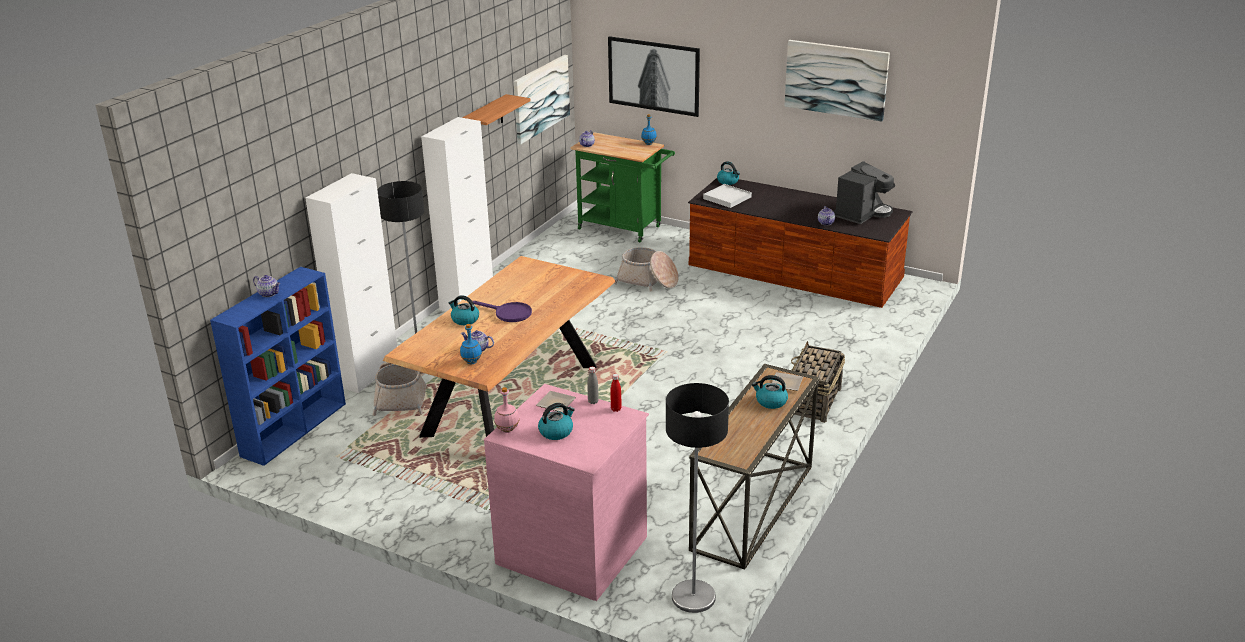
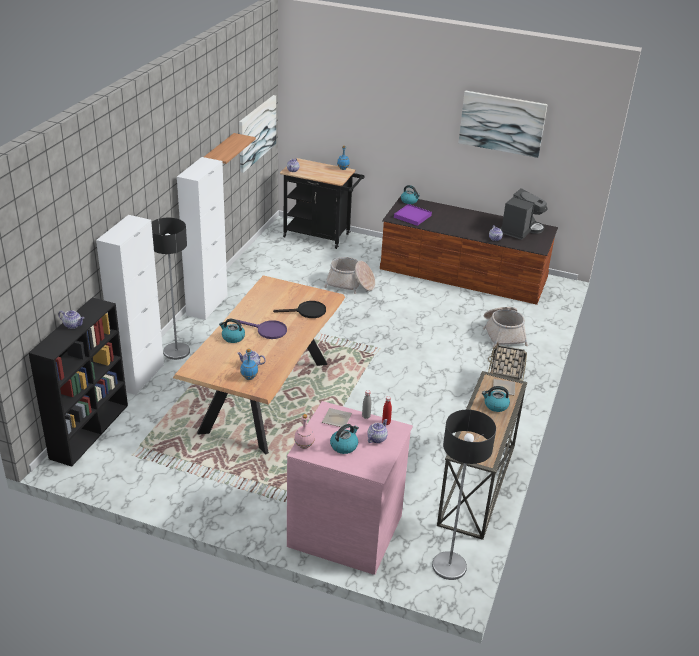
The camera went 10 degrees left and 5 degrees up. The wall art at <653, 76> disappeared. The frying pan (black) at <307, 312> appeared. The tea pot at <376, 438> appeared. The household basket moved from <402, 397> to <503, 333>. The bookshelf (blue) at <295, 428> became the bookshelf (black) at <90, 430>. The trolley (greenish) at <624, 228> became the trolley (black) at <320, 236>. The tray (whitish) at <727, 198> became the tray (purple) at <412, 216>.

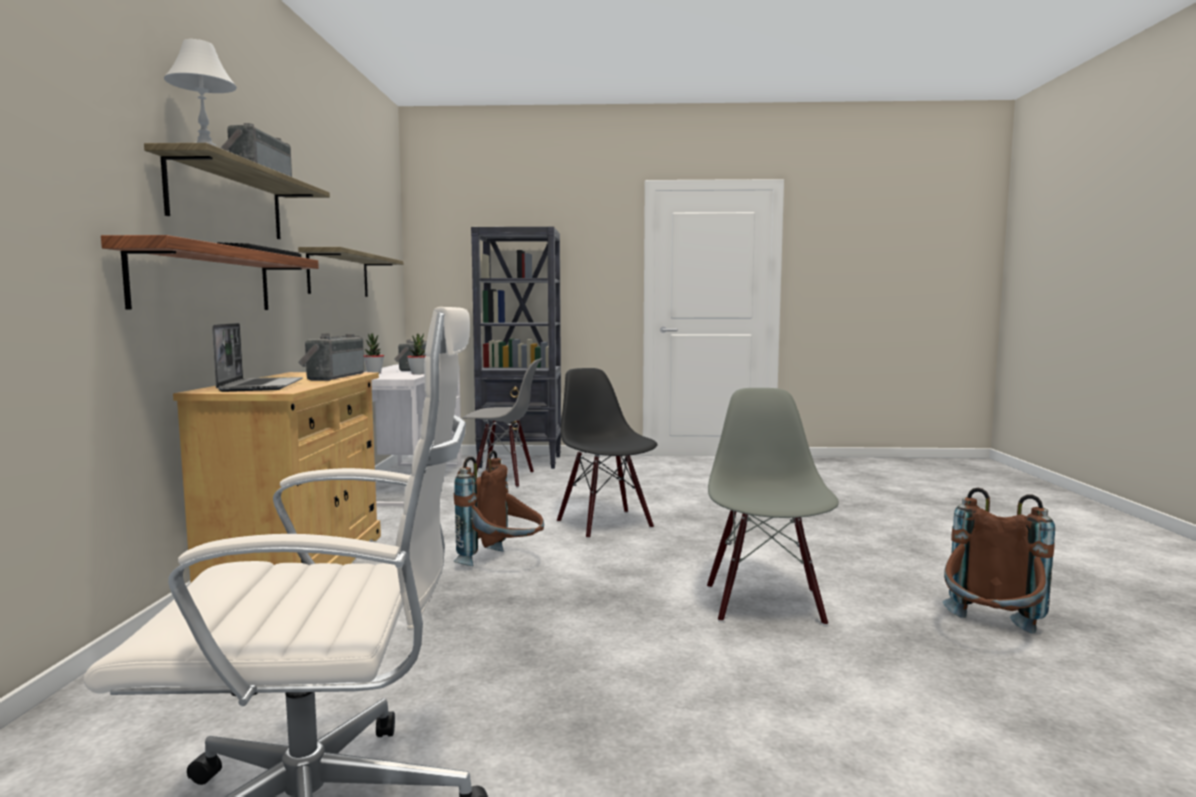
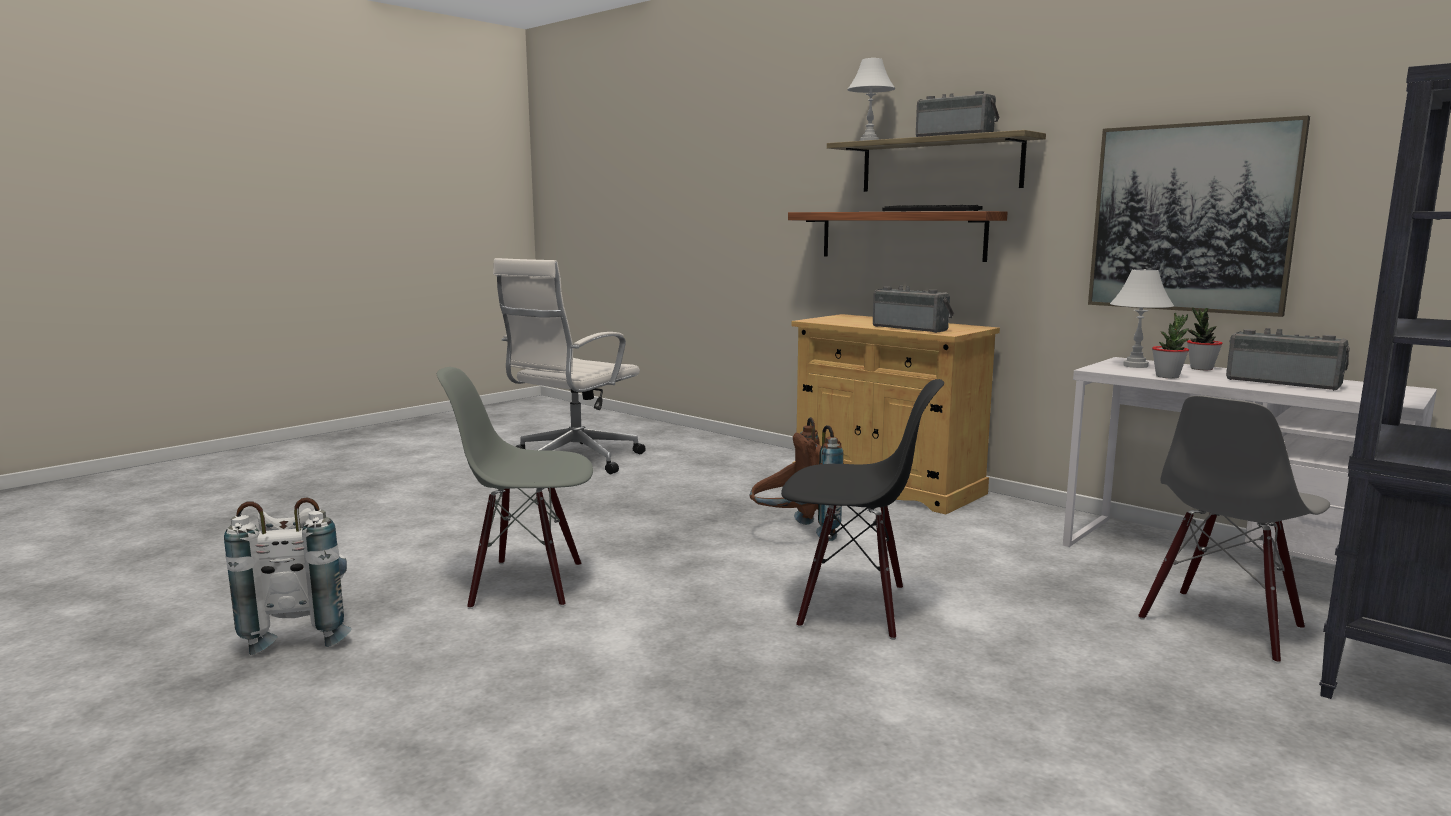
The camera went 130 degrees right and 5 degrees up. The notebook computer at <260, 386> disappeared. The tabletop lamp (whitish) at <1135, 366> appeared. The wall shelf at <339, 275> was replaced by the wall art at <1191, 218>. The backpack (brown) at <990, 634> became the backpack (whitish) at <300, 632>. The plain chair (gray) at <765, 604> turned 135 degrees clockwise.

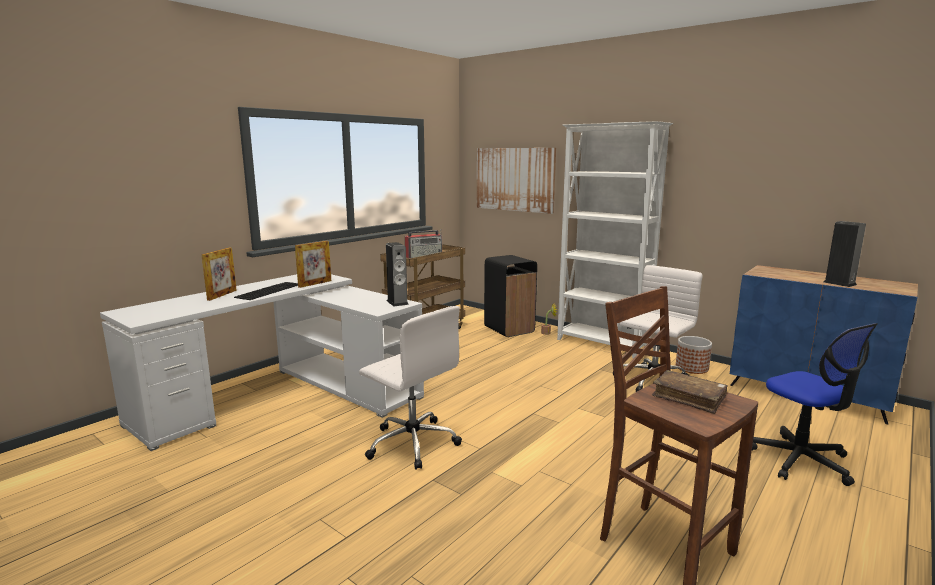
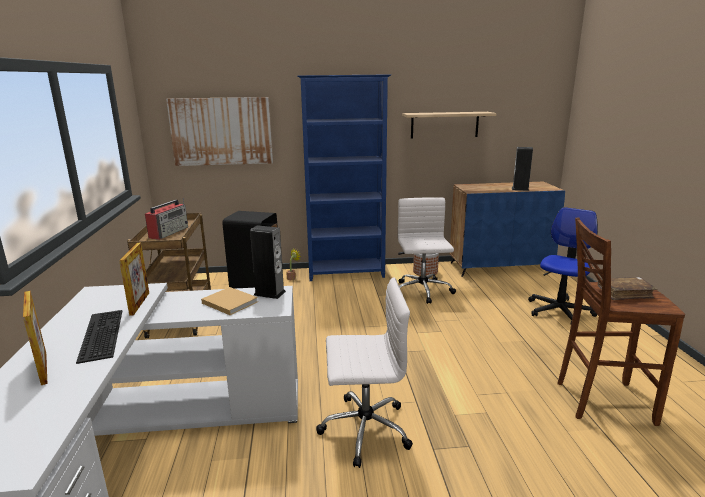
The camera went 45 degrees left and 5 degrees up. The volume (beige) at <229, 302> appeared. The wall shelf at <444, 125> appeared. The bookshelf (whitish) at <602, 344> became the bookshelf (blue) at <346, 273>. The desk chair at <800, 460> turned 75 degrees counterclockwise.

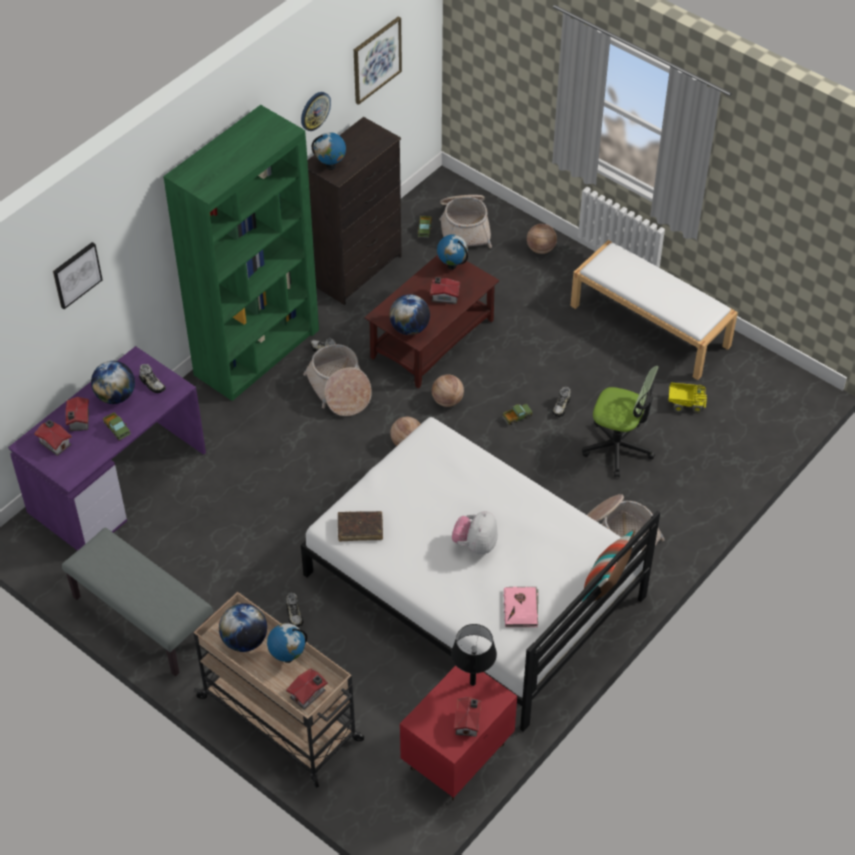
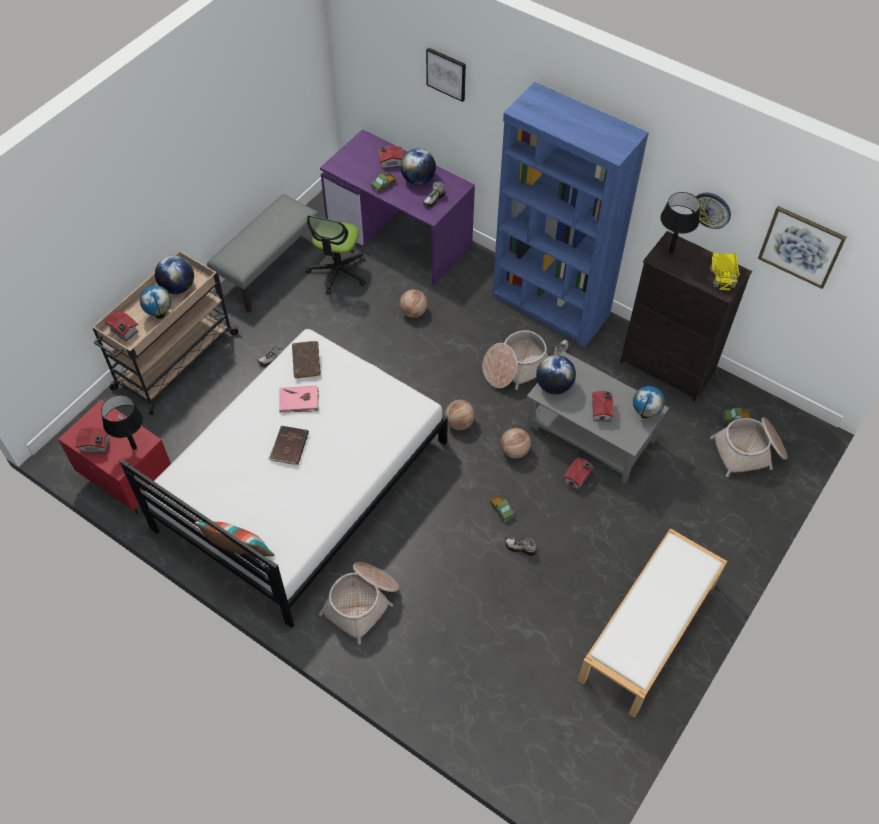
The camera went 85 degrees right and 5 degrees up. The miniature house moved from <55, 443> to <578, 478>. The volume (pink) moved from <521, 608> to <299, 401>. The basketball moved from <540, 249> to <413, 312>. The desk chair moved from <618, 447> to <338, 272>. The model truck moved from <685, 403> to <722, 276>. The desk globe at <330, 166> was replaced by the tabletop lamp (black) at <670, 252>. The plush toy at <475, 545> was replaced by the volume (brown) at <289, 446>. The bookshelf (greenish) at <257, 352> became the bookshelf (blue) at <550, 306>. The coffee table (brown) at <432, 338> became the coffee table (gray) at <591, 434>.

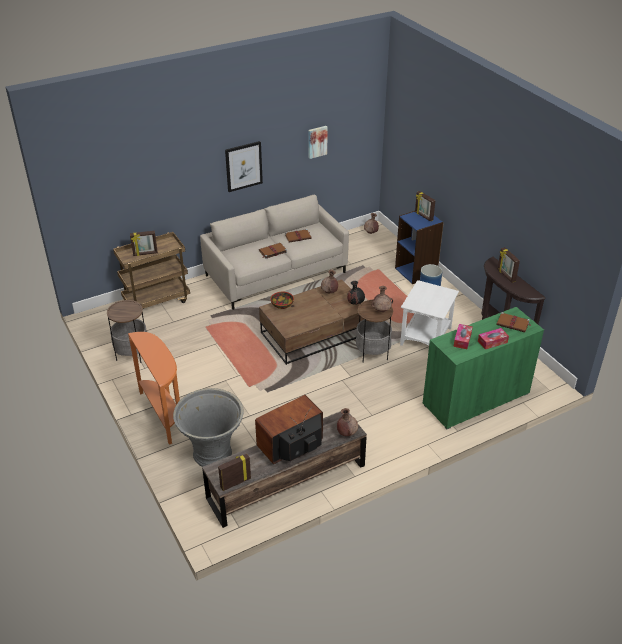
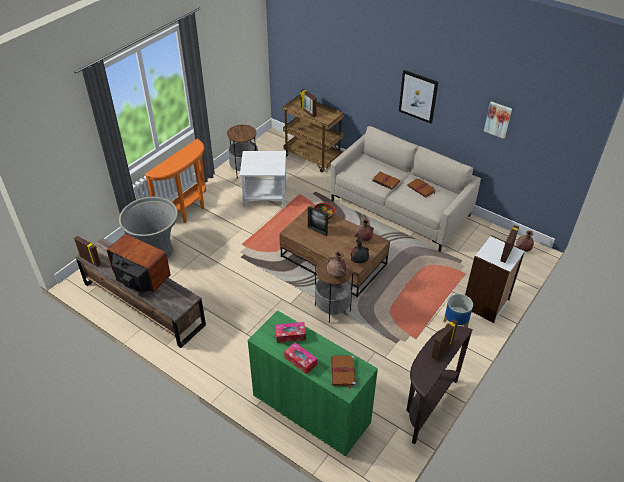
The camera went 65 degrees right and 5 degrees up. The decorative vase (brown) at <346, 432> disappeared. The standing frame at <317, 231> appeared. The end table (whitish) moved from <425, 336> to <265, 196>. The bookshelf (blue) at <416, 271> became the bookshelf (whitish) at <486, 304>.

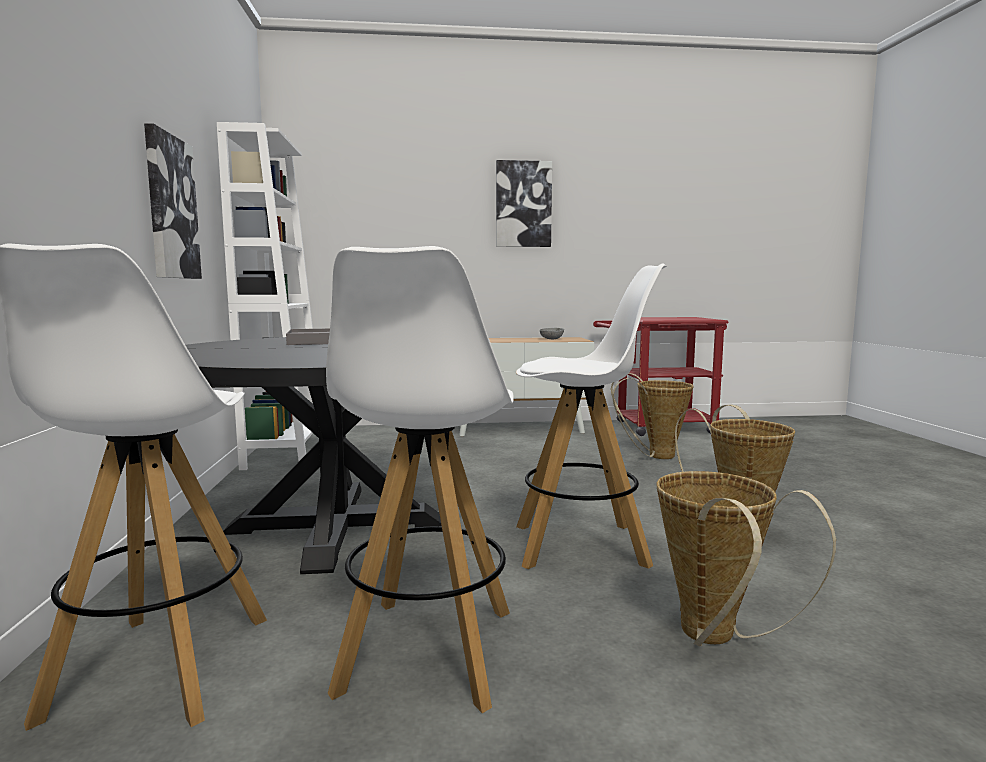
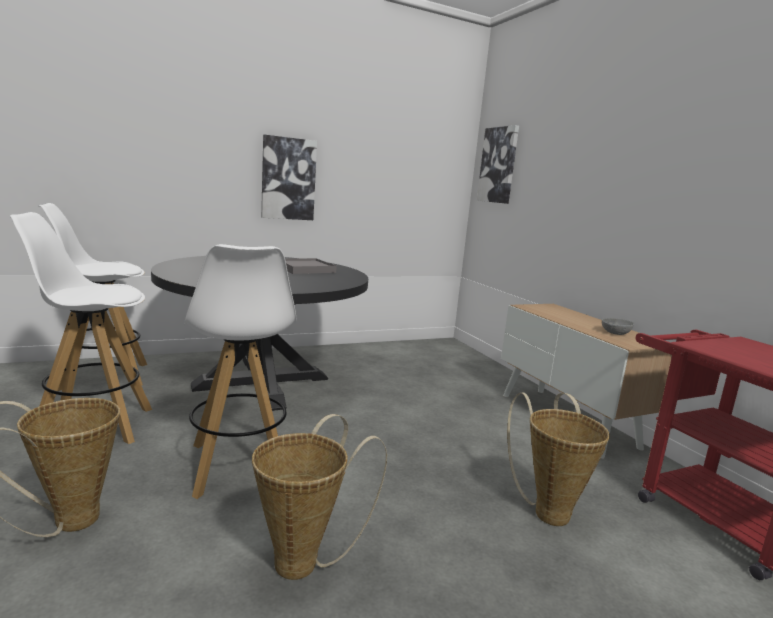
The camera went 70 degrees right and 5 degrees up. The bookshelf (whitish) at <286, 454> disappeared. The wall art moved from <523, 204> to <498, 165>.

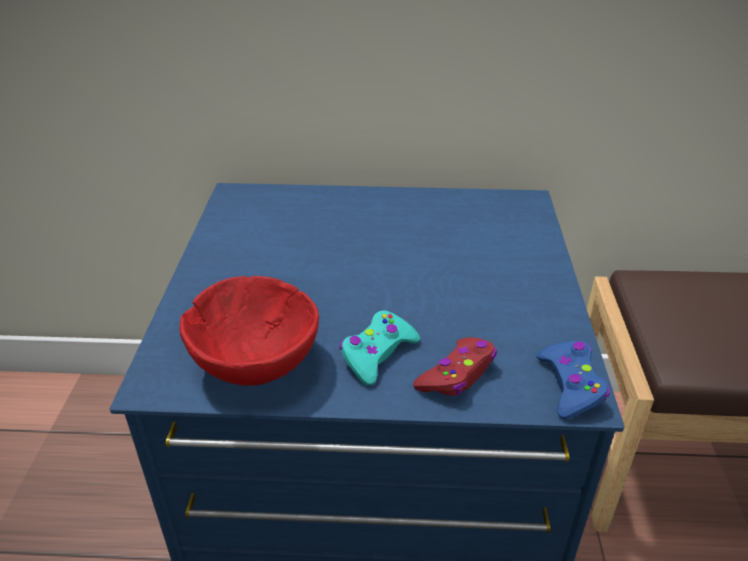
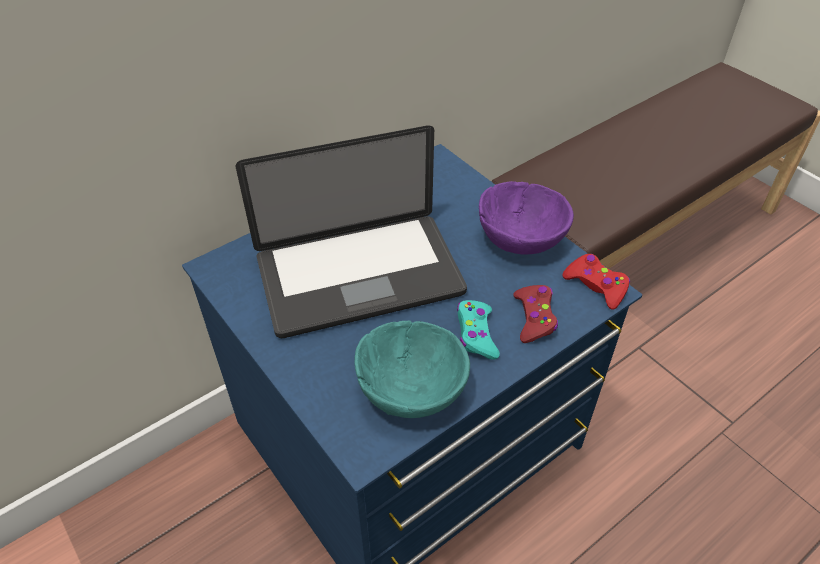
The camera went 40 degrees left and 10 degrees up. The notebook computer at <359, 276> appeared. The serving bowl (purple) at <519, 240> appeared. The serving bowl (red-coloured) at <254, 363> became the serving bowl (blue-green) at <409, 392>. The joypad (blue) at <570, 385> became the joypad (red-coloured) at <596, 285>.

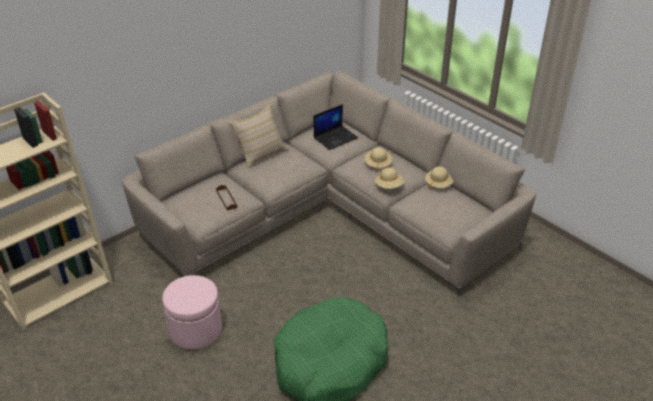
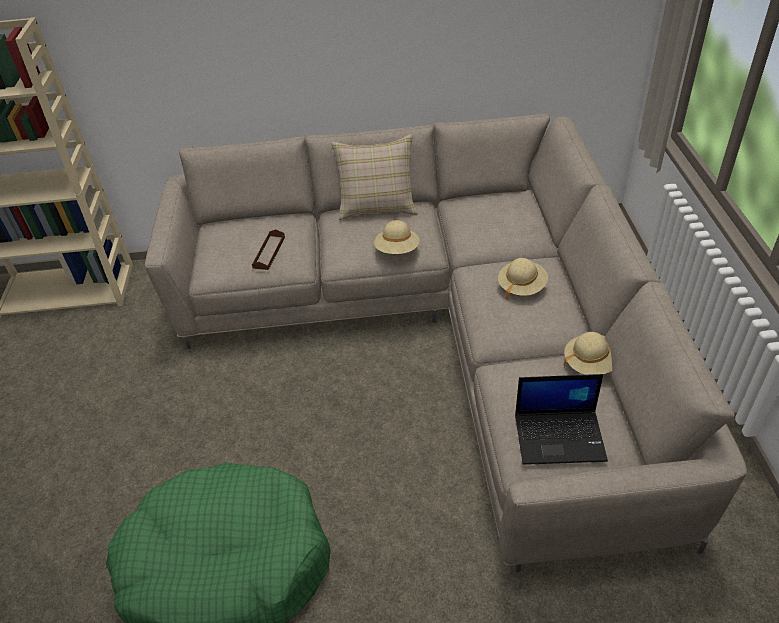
The camera went 40 degrees right and 5 degrees up. The pouffe (pink) at <195, 330> disappeared. The notebook computer moved from <335, 137> to <560, 436>. The clothing hat (beige) moved from <389, 186> to <397, 250>.

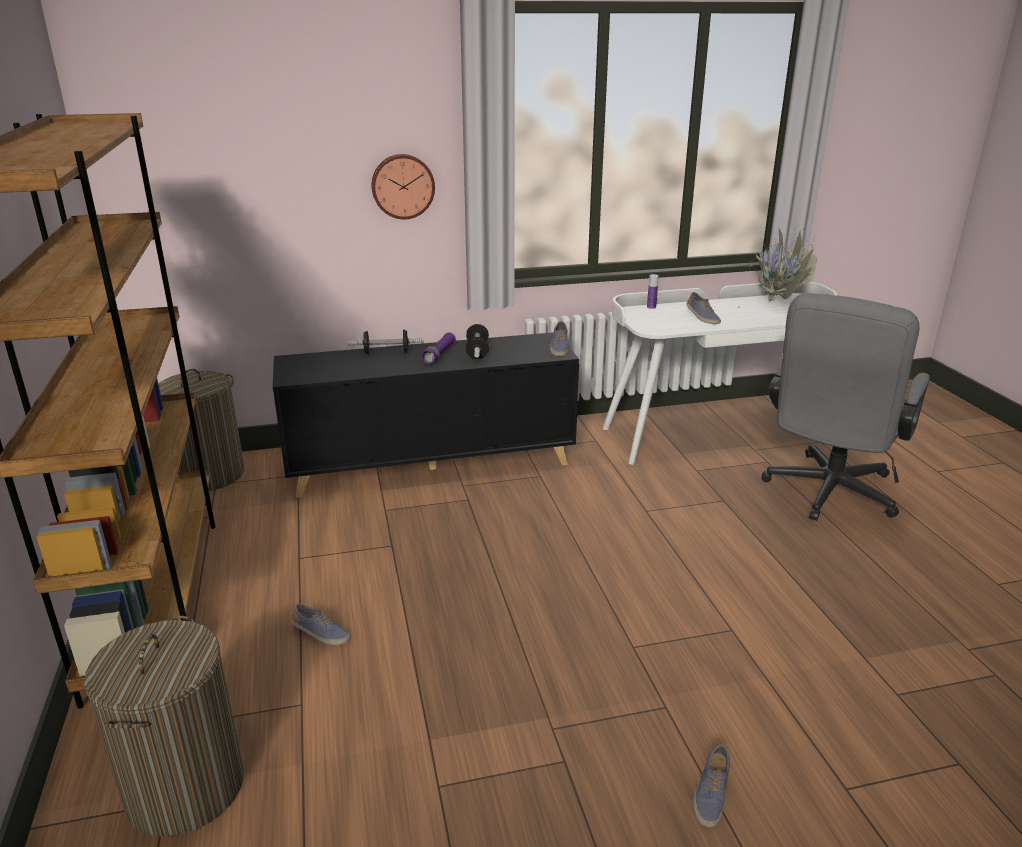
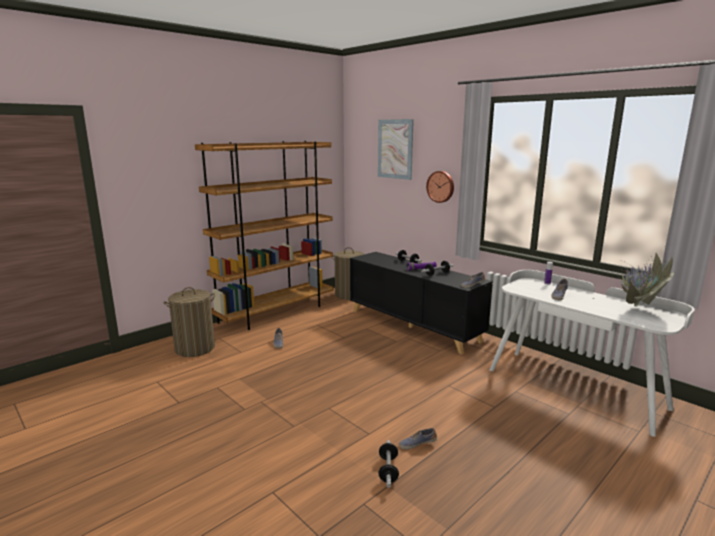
The camera went 60 degrees right and 10 degrees down. The desk chair (gray) at <827, 495> disappeared. The wall art at <395, 149> appeared. The dumbbell at <388, 470> appeared. The low shoe moved from <710, 794> to <417, 444>.

